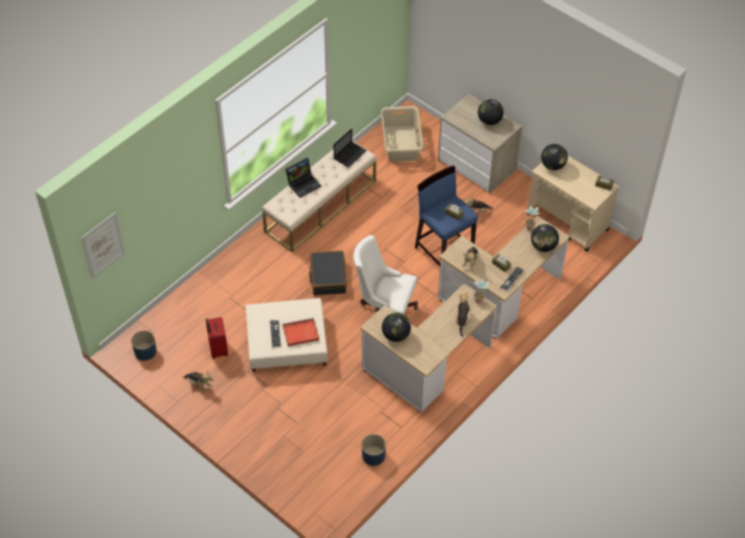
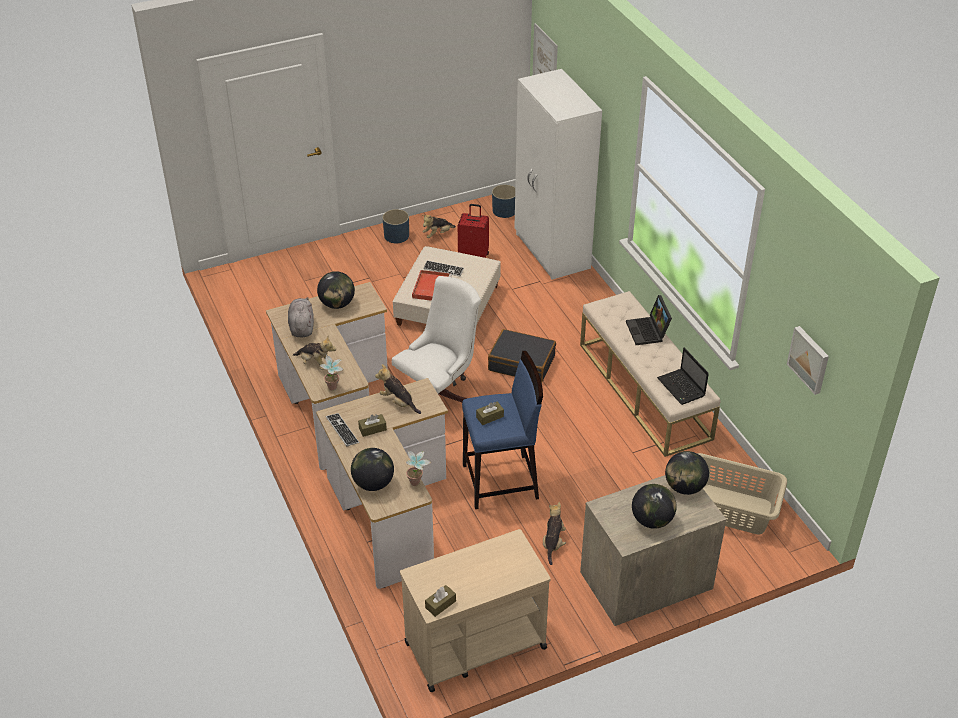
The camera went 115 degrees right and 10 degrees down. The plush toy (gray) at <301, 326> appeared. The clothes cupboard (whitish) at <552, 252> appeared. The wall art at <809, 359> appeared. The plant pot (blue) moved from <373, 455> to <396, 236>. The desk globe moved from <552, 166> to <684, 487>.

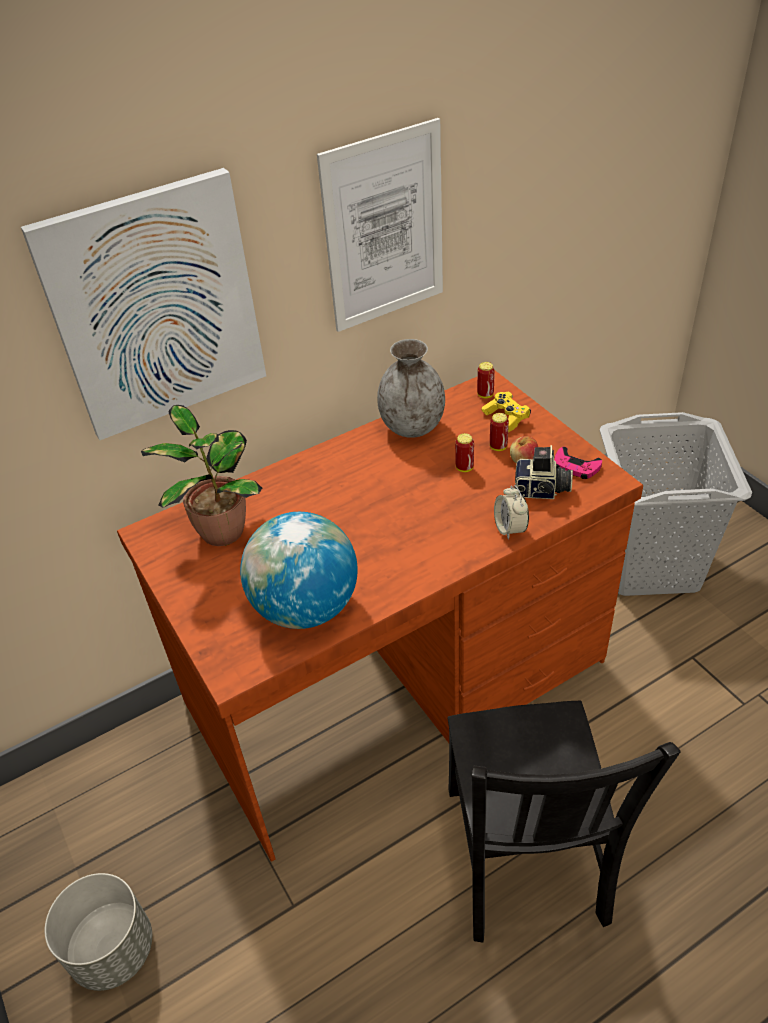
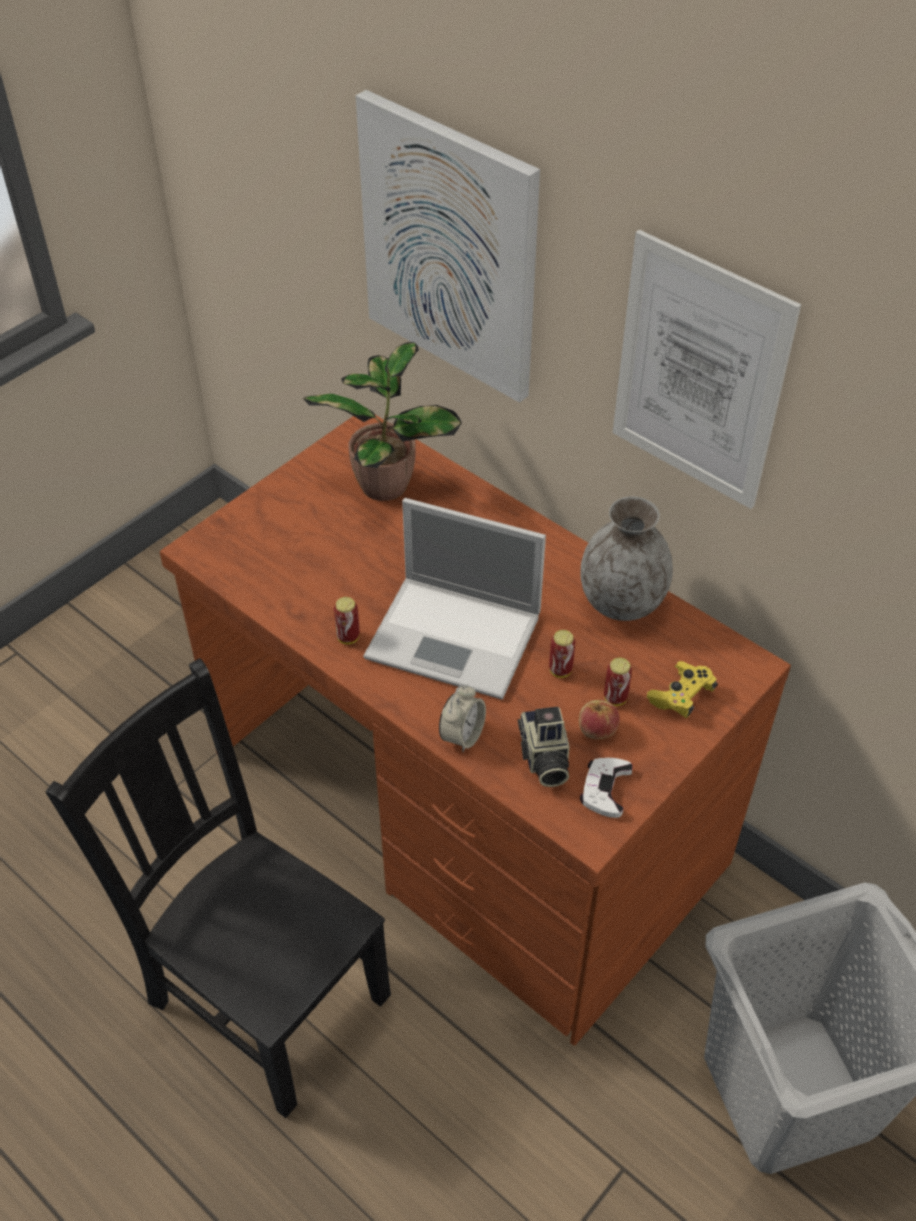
The camera went 70 degrees right and 5 degrees up. The plant pot (gray) at <112, 949> disappeared. The desk globe at <306, 608> disappeared. The notebook computer at <457, 637> appeared. The can moved from <485, 395> to <348, 637>. The joypad (pink) at <575, 467> became the joypad (whitish) at <605, 789>. The plain chair (black) at <526, 859> turned 60 degrees clockwise. The bedside clock at <510, 528> turned 150 degrees clockwise.

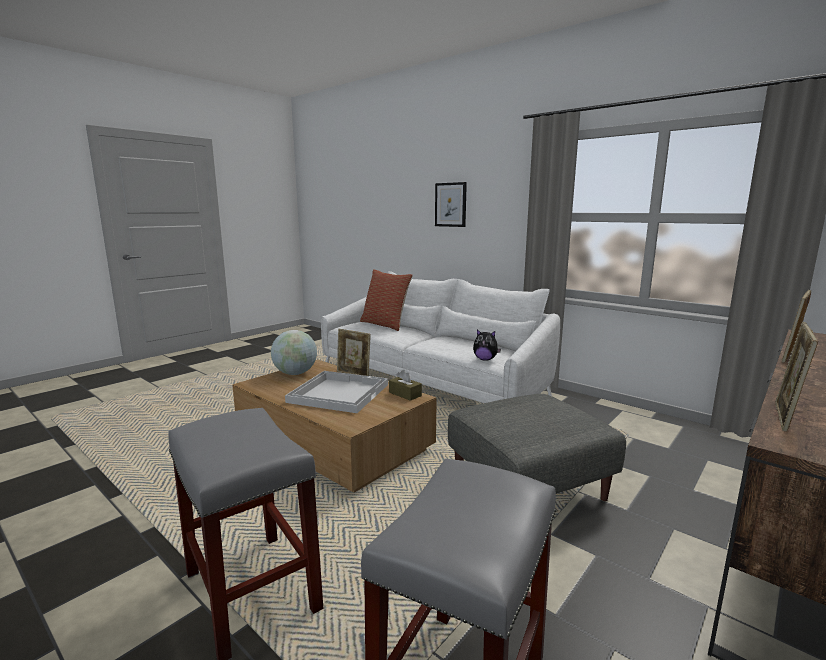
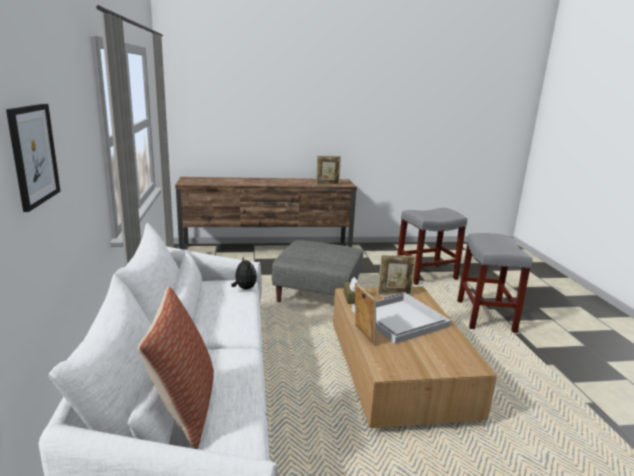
The camera went 140 degrees left and 5 degrees up. The desk globe at <295, 373> disappeared. The standing frame moved from <789, 357> to <394, 294>.

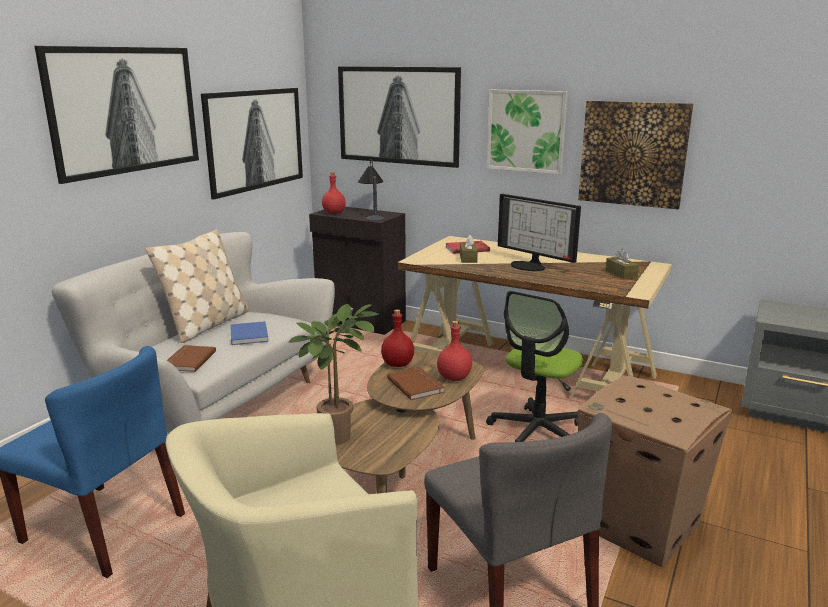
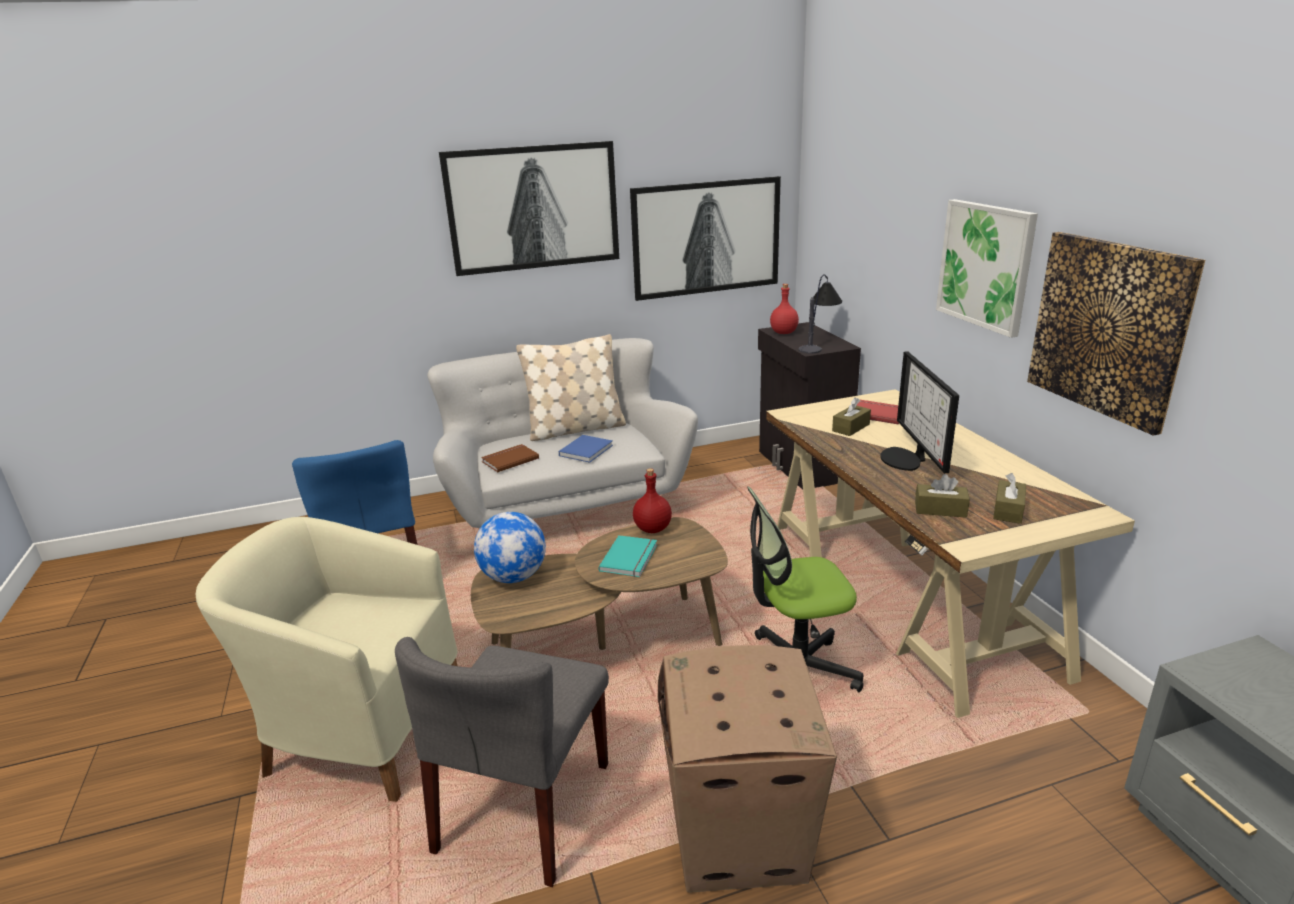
The camera went 45 degrees right and 5 degrees up. The wall art at <398, 115> disappeared. The bottle (red-coloured) at <453, 377> disappeared. The tissue box (brown) at <940, 509> appeared. The plant in a pot at <338, 434> was replaced by the desk globe at <514, 577>. The volume (brown) at <416, 385> became the volume (blue-green) at <631, 558>.

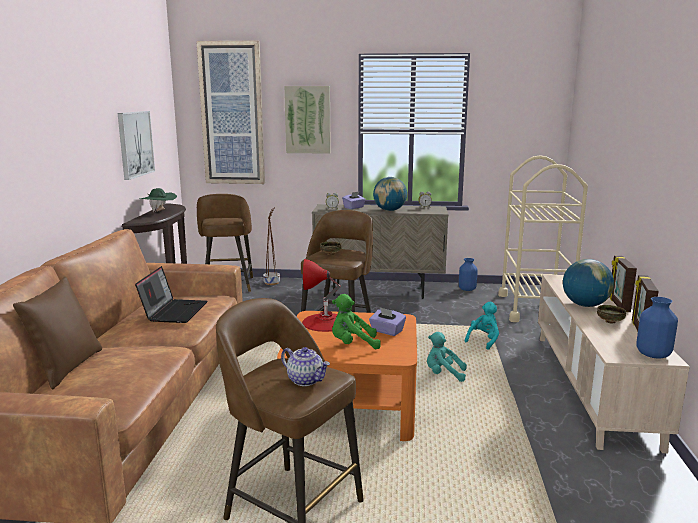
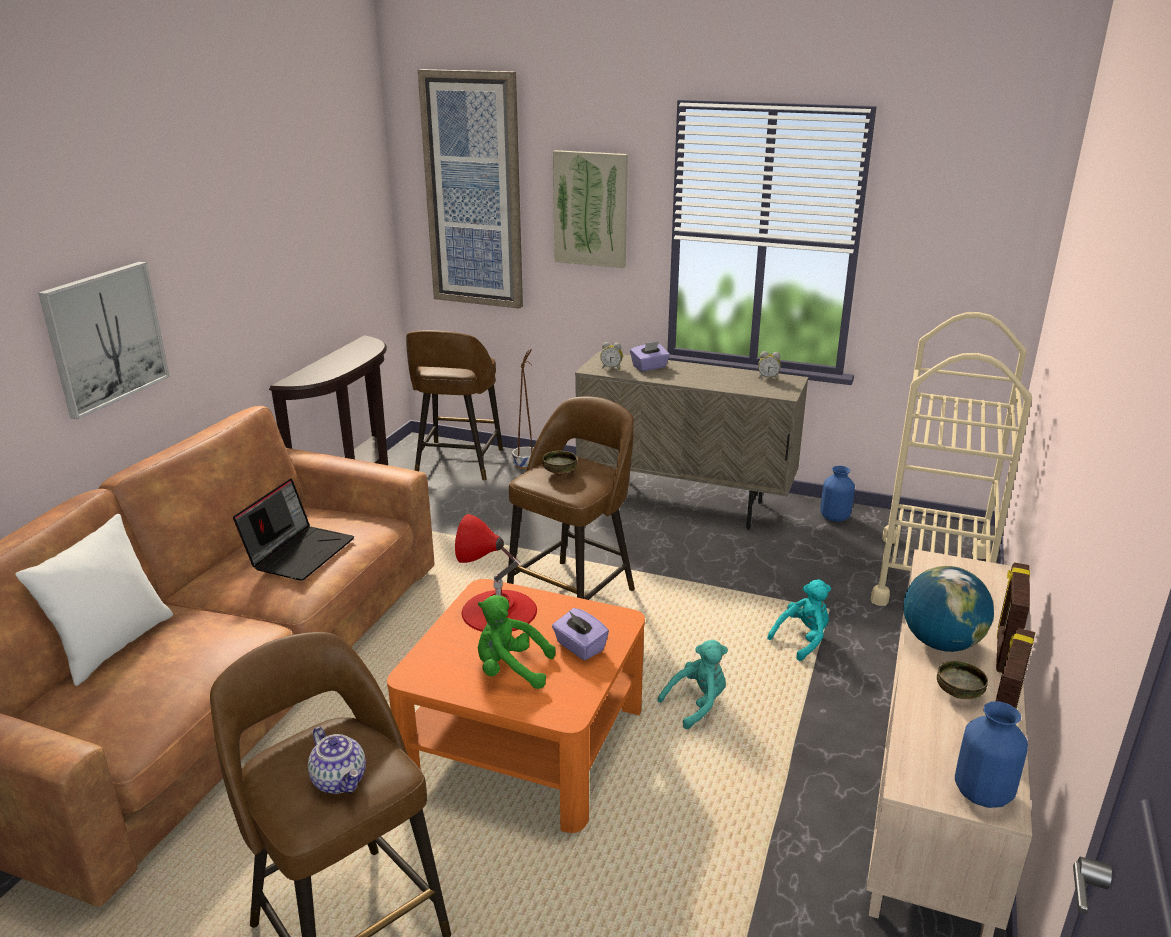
The camera went 15 degrees right and 10 degrees up. The clothing hat (greenish) at <159, 212> disappeared. The desk globe at <389, 210> disappeared. The wall art moved from <135, 144> to <105, 337>. The cushion (brown) at <66, 368> became the cushion (whitish) at <113, 645>. The plush toy (blue-green) at <443, 374> turned 120 degrees clockwise.

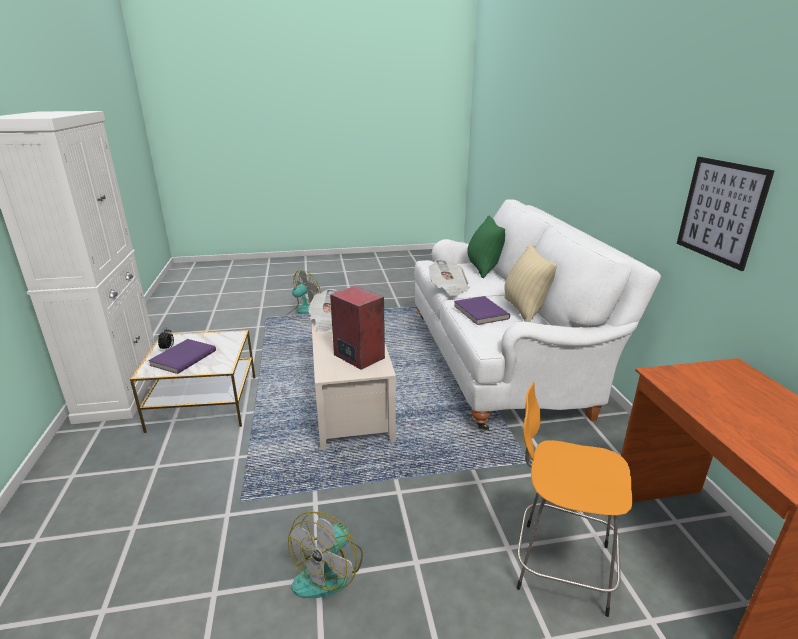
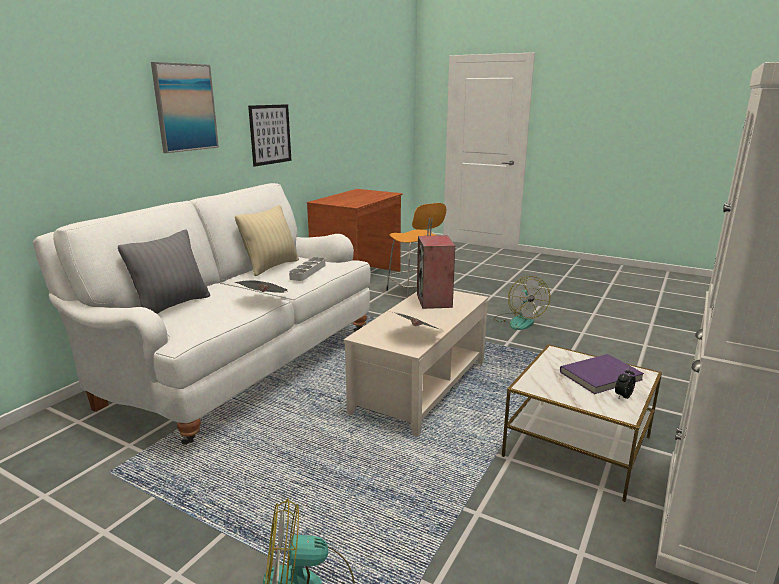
The camera went 140 degrees left and 5 degrees down. The wall art at <185, 107> appeared. The volume (purple) at <480, 312> was replaced by the tray (gray) at <308, 272>. The cushion (greenish) at <483, 269> became the cushion (gray) at <172, 305>. The electric fan at <329, 570> turned 105 degrees clockwise.

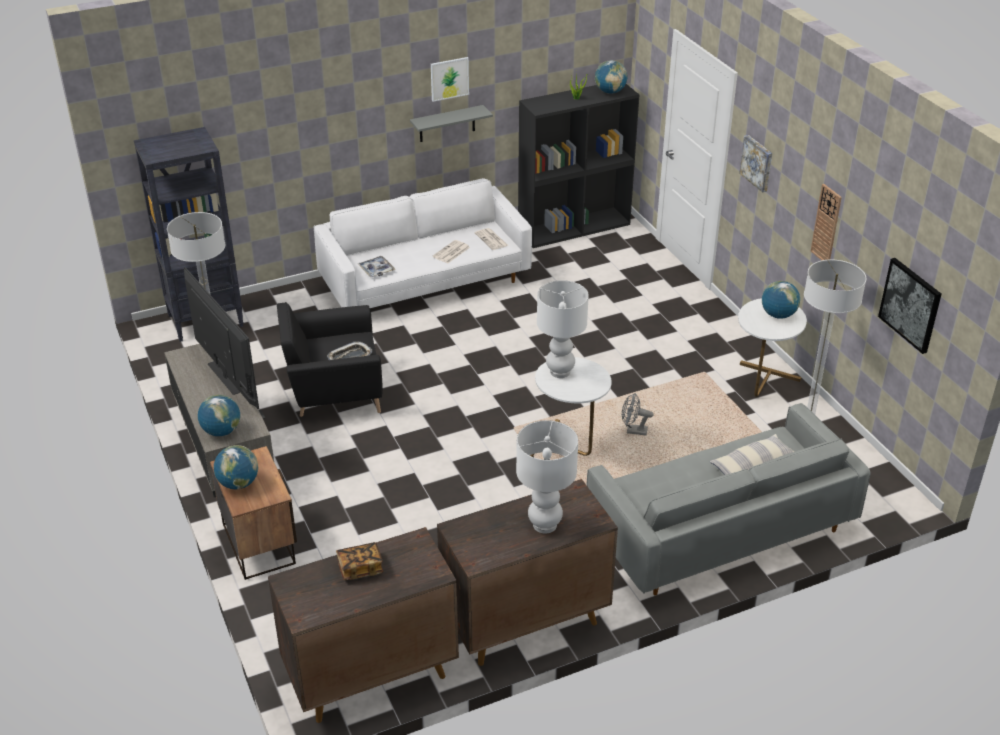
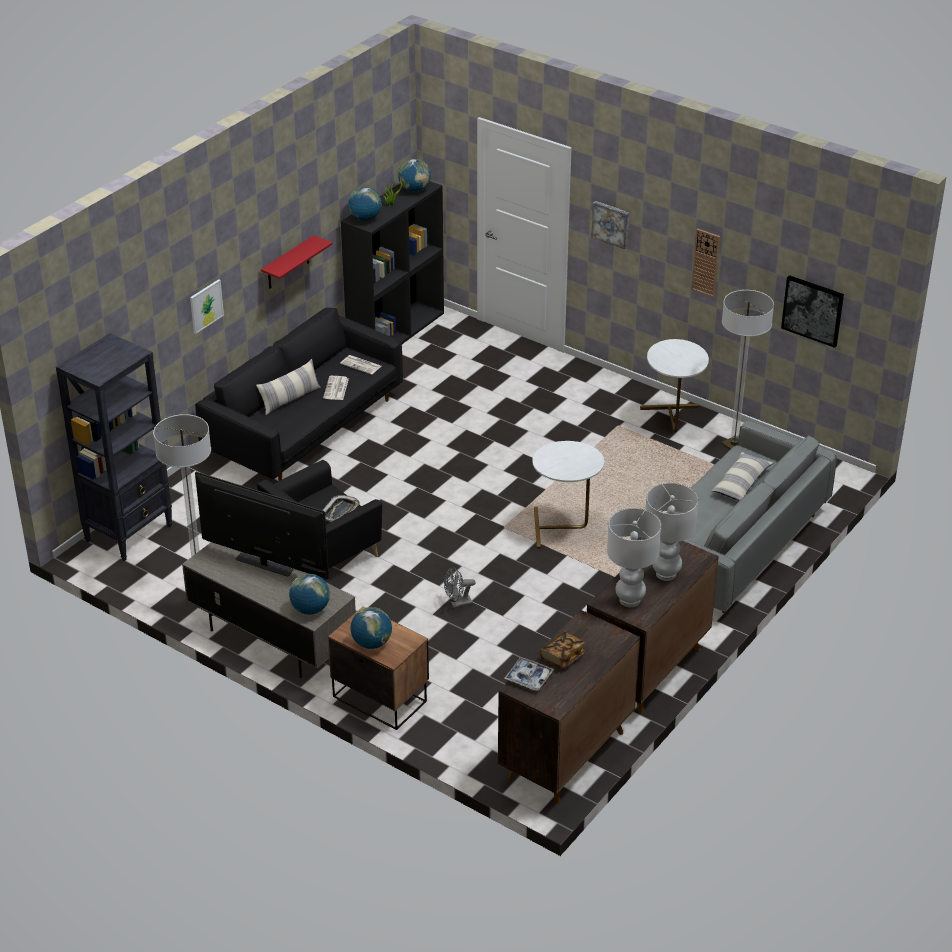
The camera went 30 degrees left and 0 degrees up. The cushion at <290, 399> appeared. The tray moved from <376, 270> to <528, 677>. The wall art moved from <449, 78> to <206, 306>. The tabletop lamp (whitish) moved from <560, 372> to <630, 600>. The electric fan (gray) moved from <633, 431> to <458, 604>. The desk globe moved from <778, 315> to <365, 218>. The couch (whitish) at <425, 281> became the couch (black) at <305, 427>. The wall shelf (gray) at <447, 124> became the wall shelf (red-coloured) at <288, 263>.

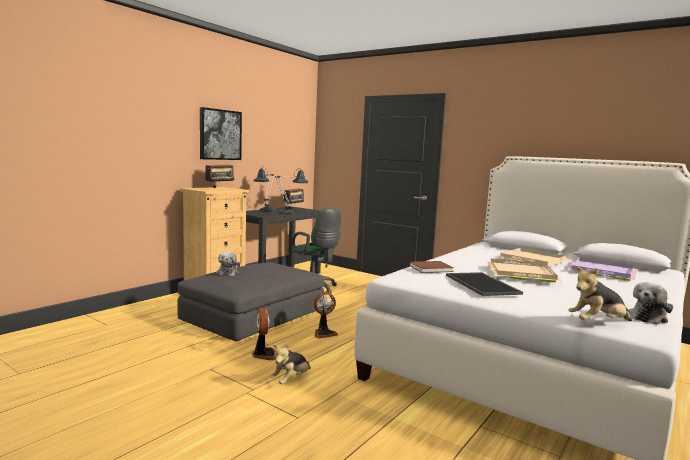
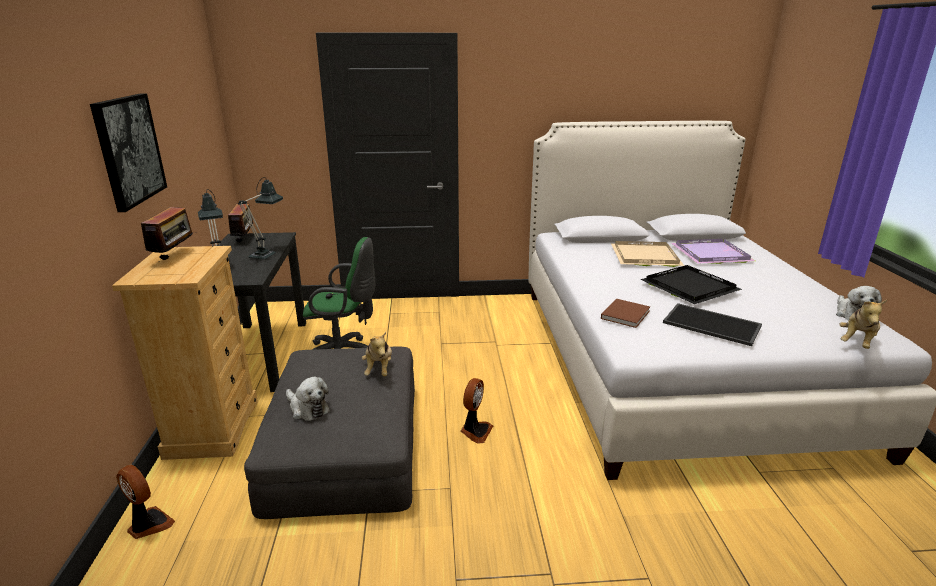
The camera went 40 degrees left and 15 degrees up. The electric fan moved from <263, 355> to <148, 525>. The plush toy moved from <290, 380> to <379, 369>. The tray (beige) at <520, 273> became the tray (black) at <687, 287>.

